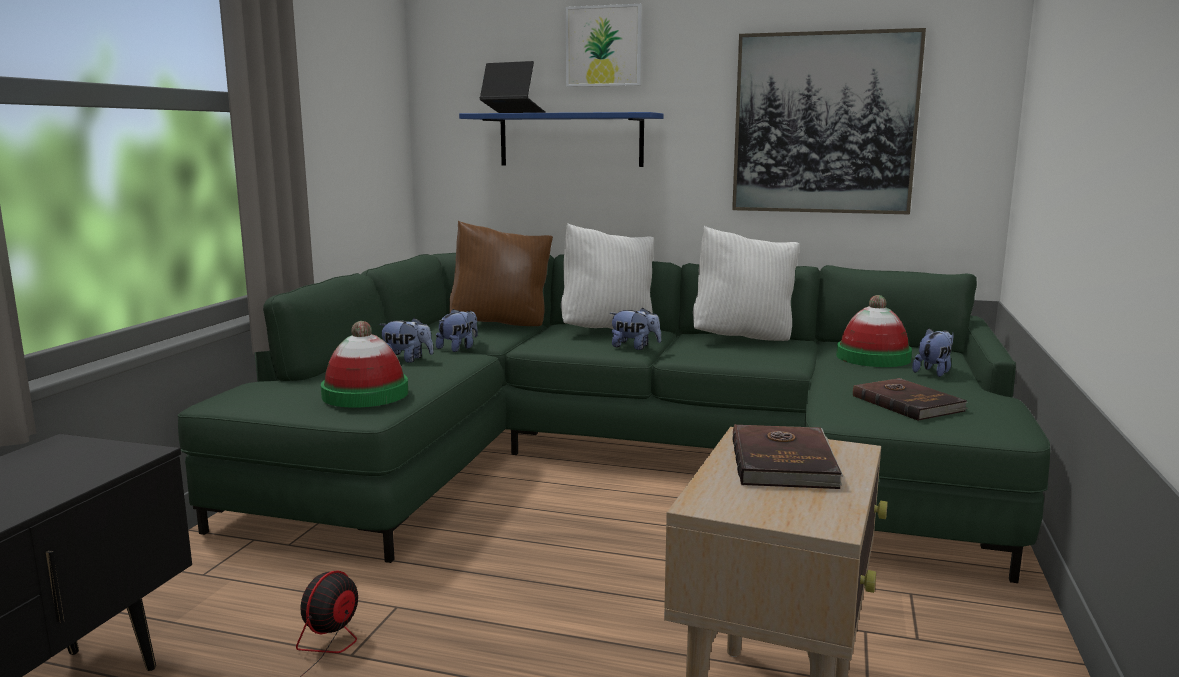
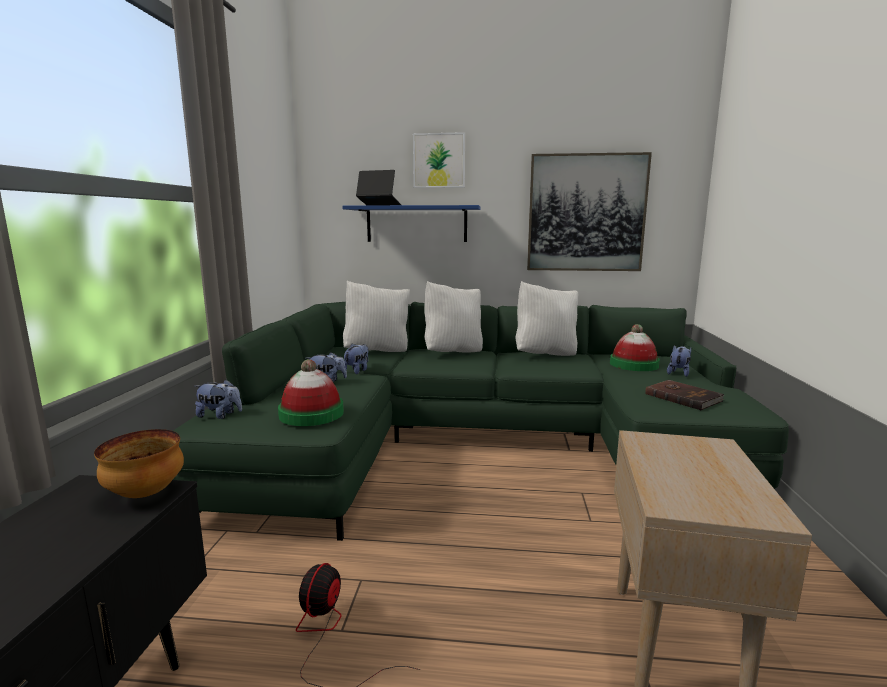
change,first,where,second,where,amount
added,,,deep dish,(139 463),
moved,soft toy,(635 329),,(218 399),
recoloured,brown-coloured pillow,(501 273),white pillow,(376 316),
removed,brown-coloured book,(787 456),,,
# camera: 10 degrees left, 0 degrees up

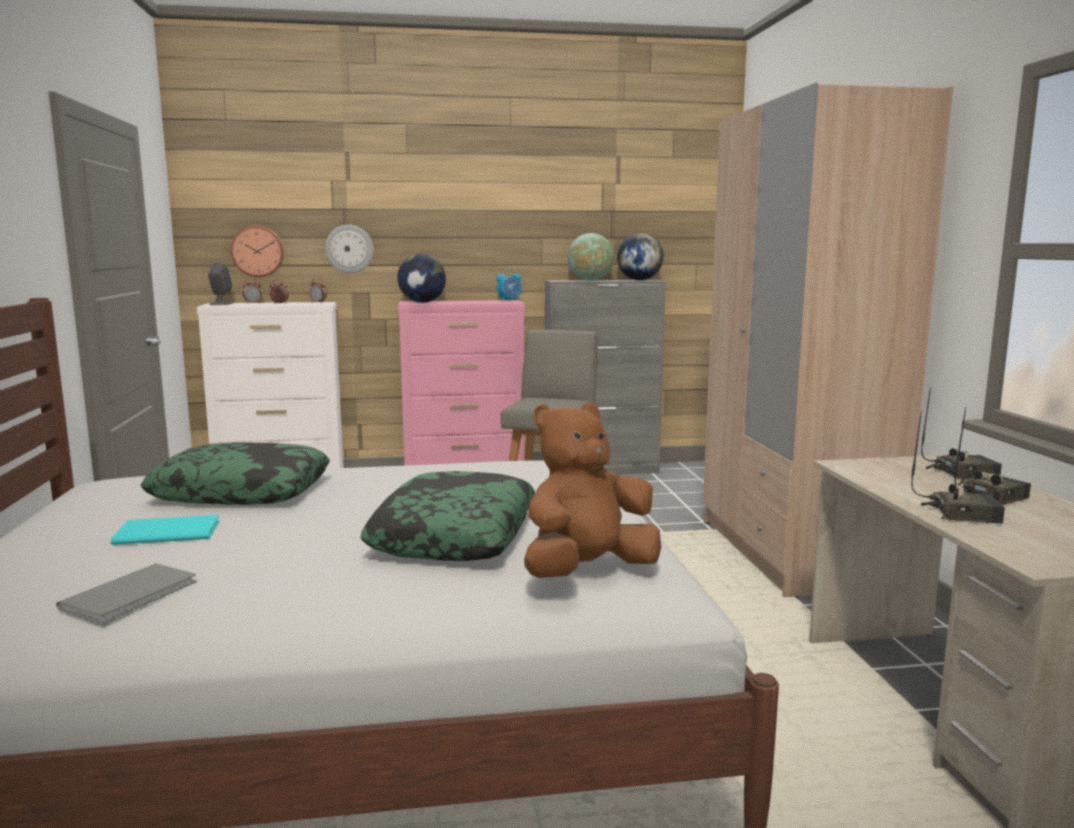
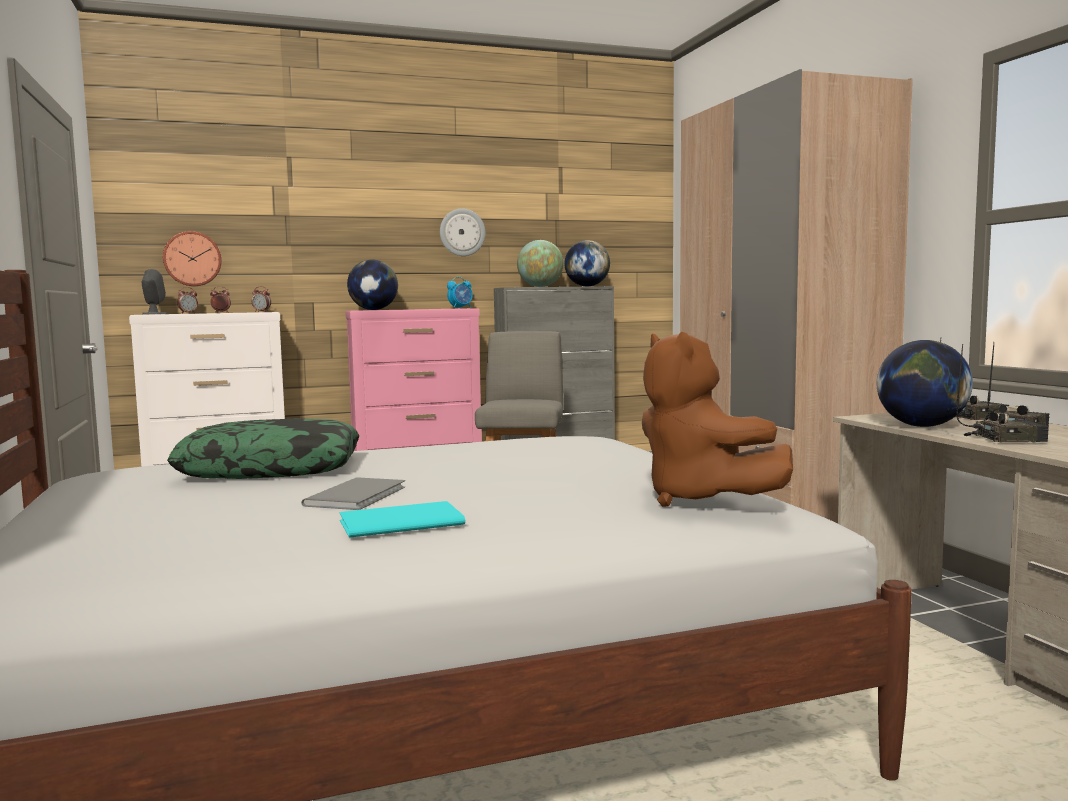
change,first,where,second,where,amount
moved,gray book,(126 593),,(353 493),
moved,turquoise book,(165 530),,(402 519),
moved,wall clock,(349 249),,(462 232),
turned,brown-coloured soft toy,(592 490),,(717 419),75 degrees counterclockwise
added,,,globe,(925 383),
removed,pillow,(447 516),,,
# camera: 10 degrees left, 5 degrees down

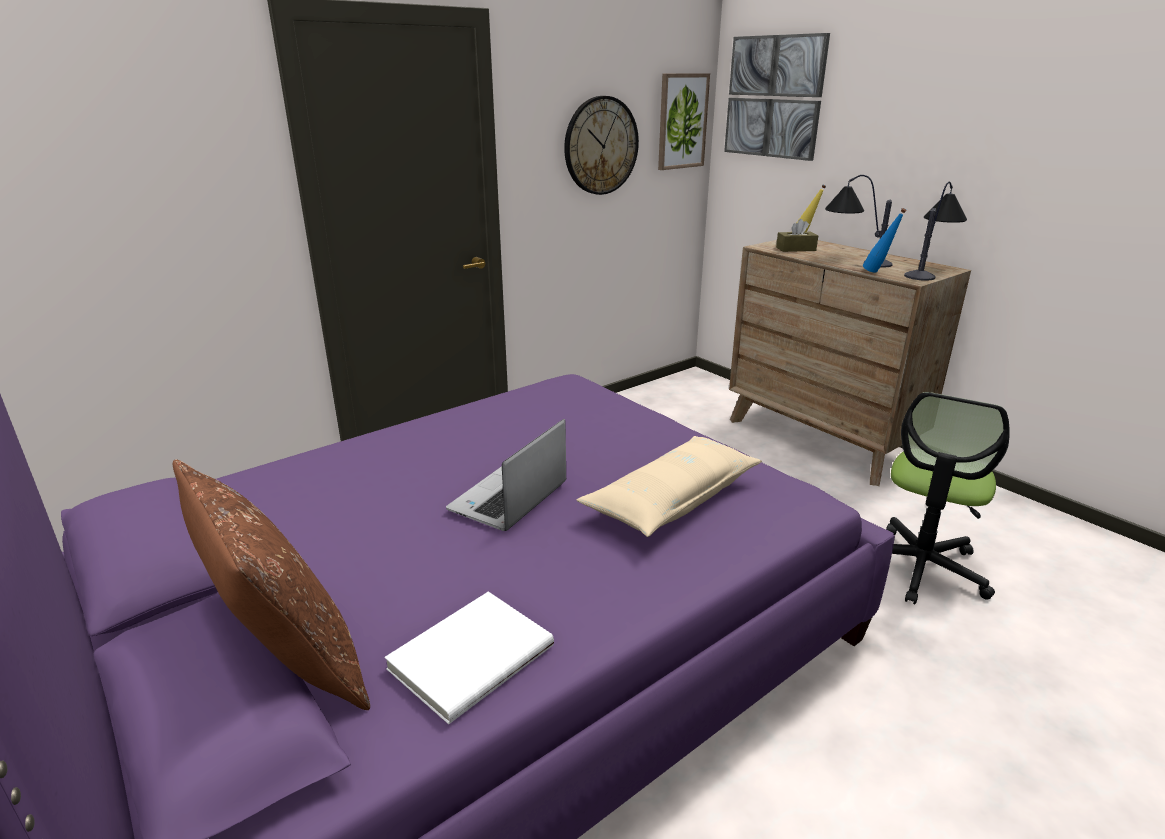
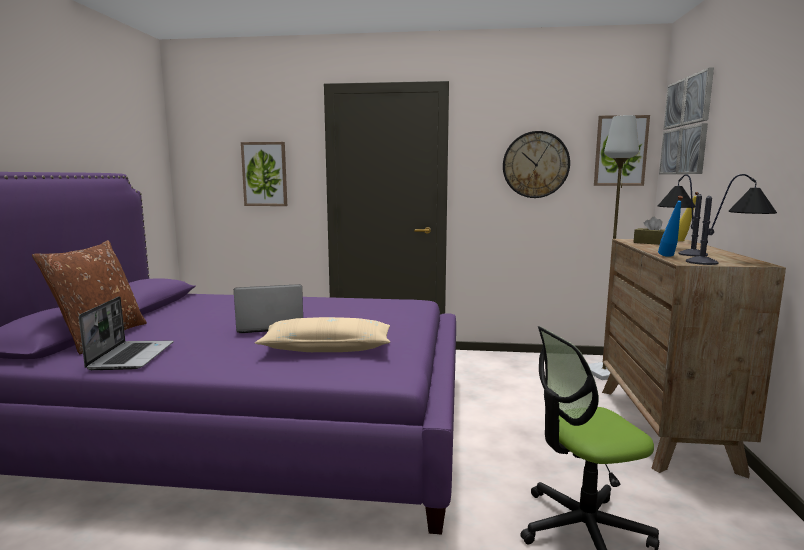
change,first,where,second,where,amount
replaced,white book,(469 657),laptop,(126 333),
added,,,wall art,(264 174),
added,,,gray floor lamp,(613 247),
# camera: 45 degrees right, 15 degrees down

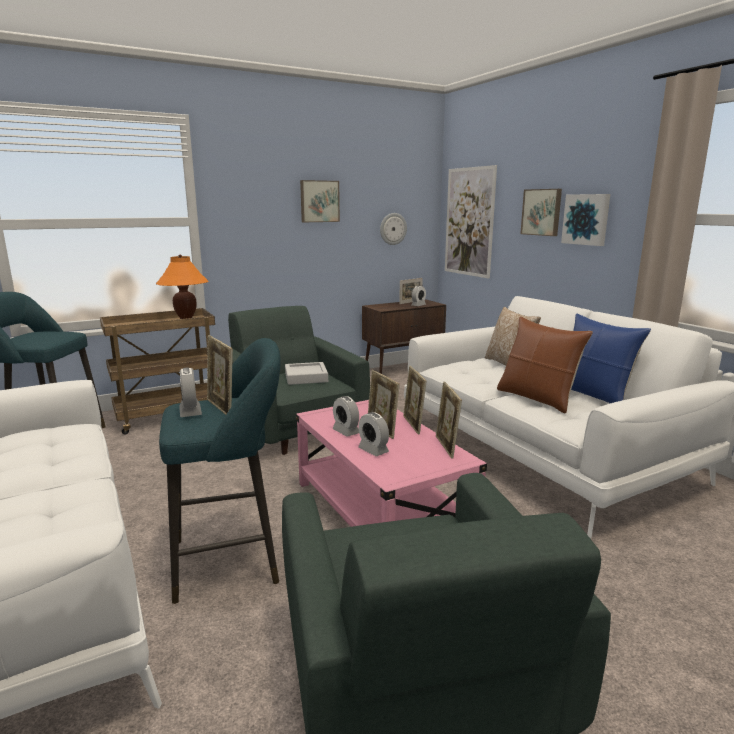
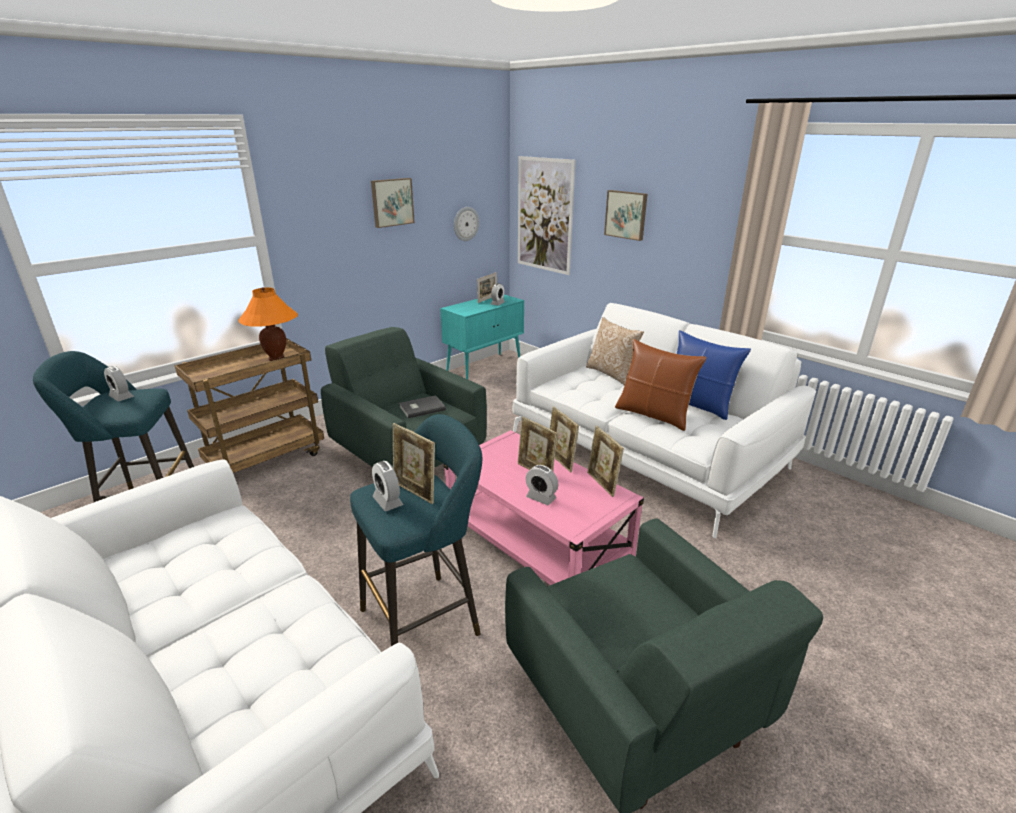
change,first,where,second,where,amount
moved,alarm clock,(345 416),,(119 383),
replaced,gray carrying tray,(306 373),gray book,(422 406),
recoloured,brown-coloured storage cabinet,(404 336),turquoise storage cabinet,(482 337),
removed,wall art,(585 220),,,
# camera: 15 degrees left, 10 degrees up

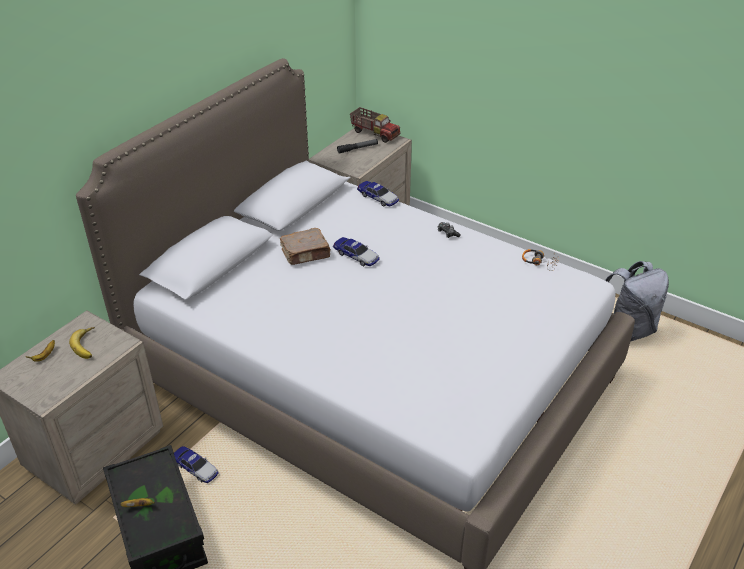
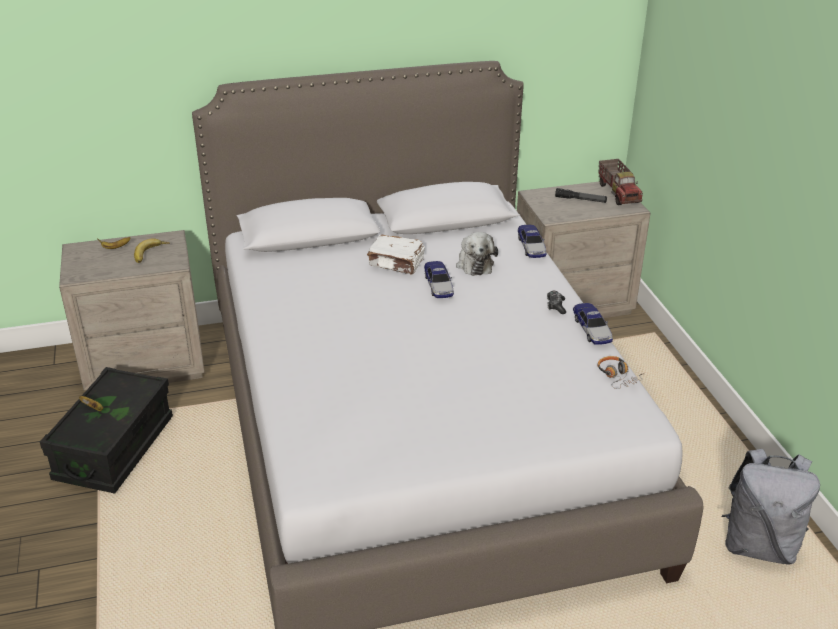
change,first,where,second,where,amount
recoloured,brown-coloured book,(305 246),white book,(396 255),
added,,,soft toy,(477 254),
moved,toy car,(196 464),,(593 324),
# camera: 40 degrees right, 5 degrees down

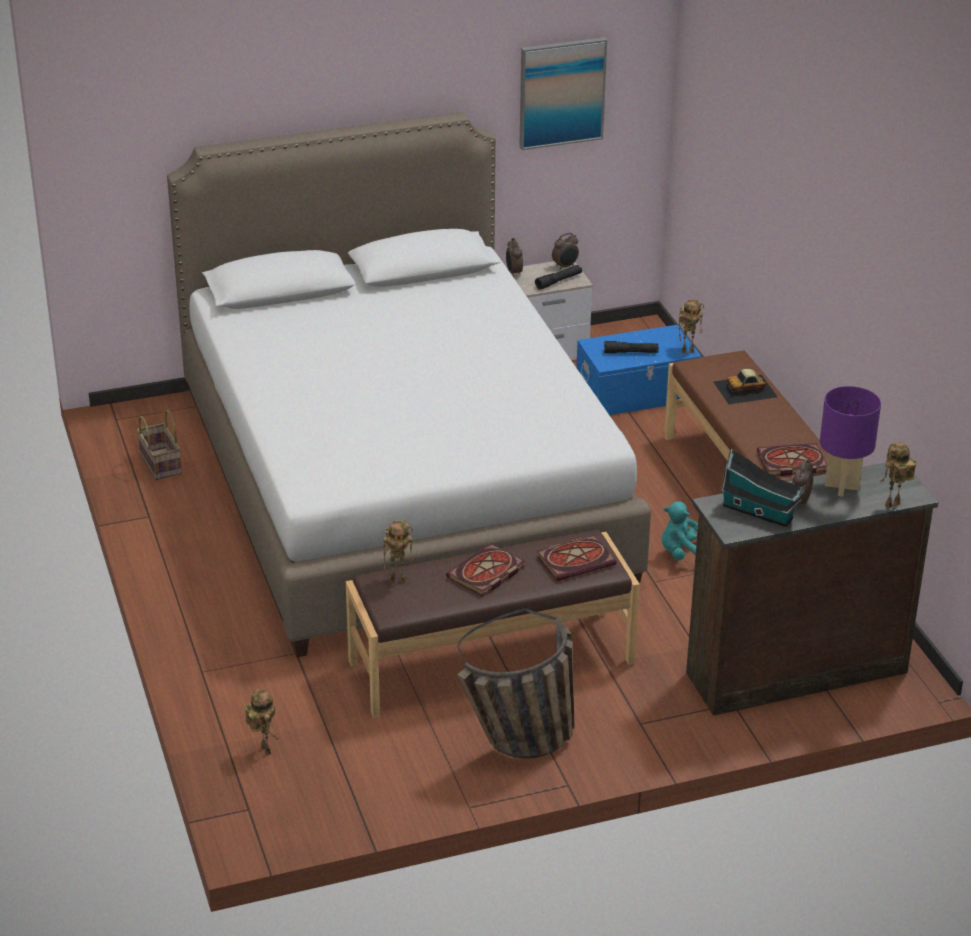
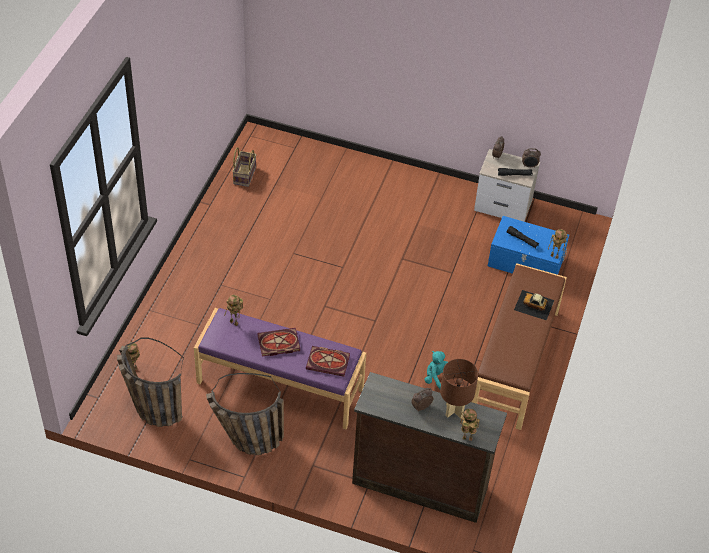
change,first,where,second,where,amount
added,,,storage basket,(150 382),
recoloured,brown-coloured bench,(493 624),purplish bench,(280 368),
recoloured,purplish table lamp,(850 441),brown-coloured table lamp,(459 389),
removed,white bed,(409 384),,,
removed,wall art,(563 93),,,
removed,model house,(762 488),,,
removed,book,(792 459),,,
# camera: 35 degrees right, 15 degrees up

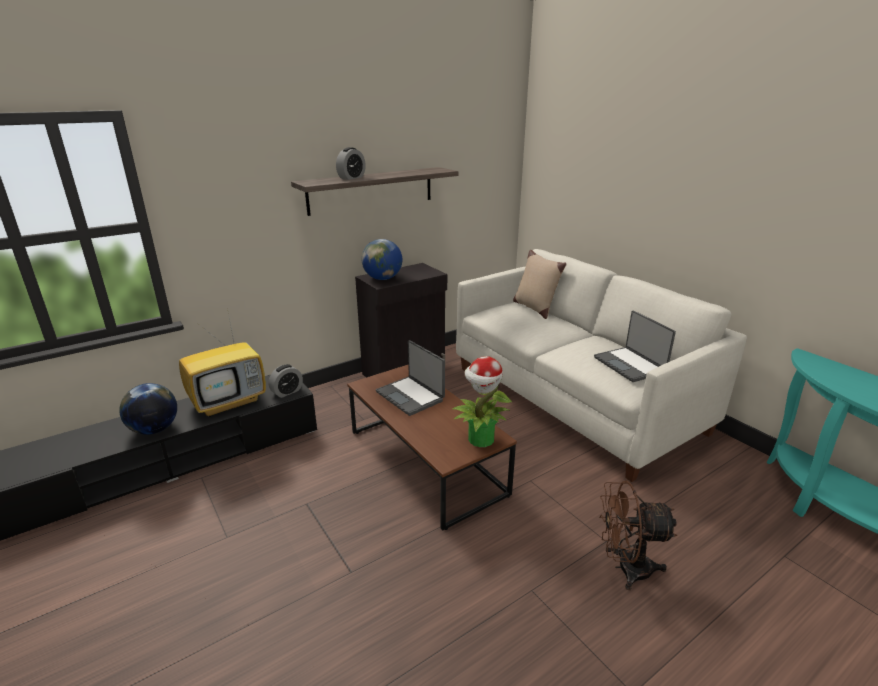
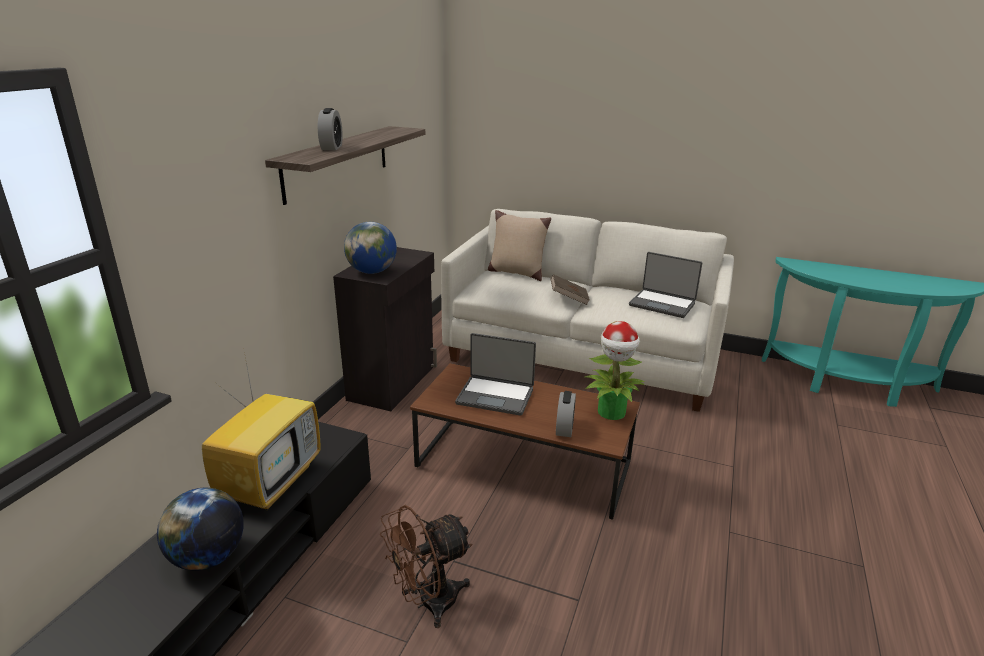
change,first,where,second,where,amount
moved,brown-coloured fan,(638 535),,(426 566),
added,,,brown-coloured book,(570 289),
moved,alarm clock,(285 381),,(566 414),
# camera: 35 degrees left, 0 degrees up

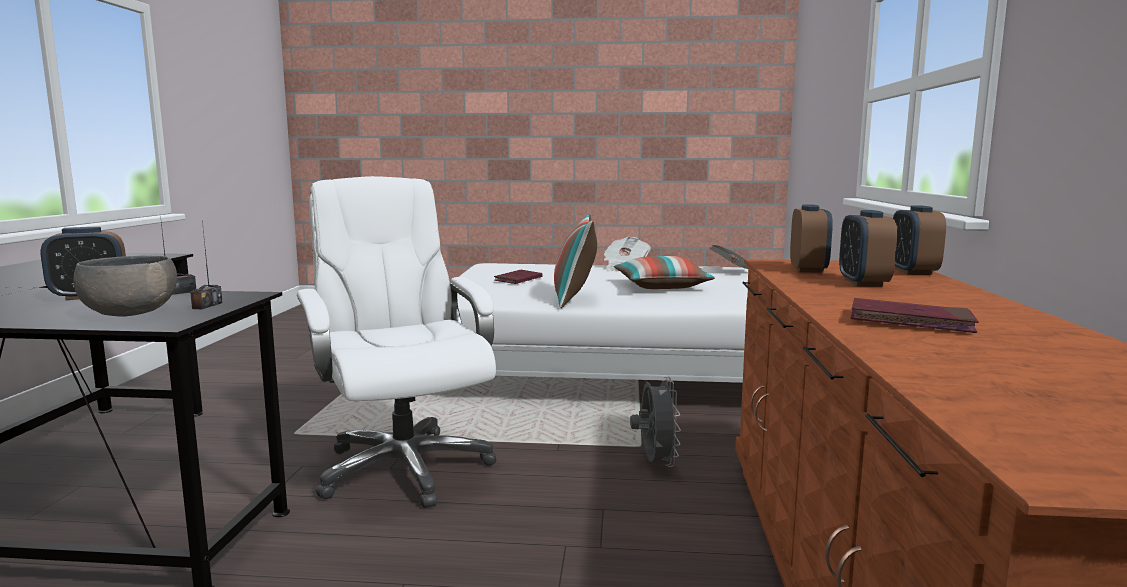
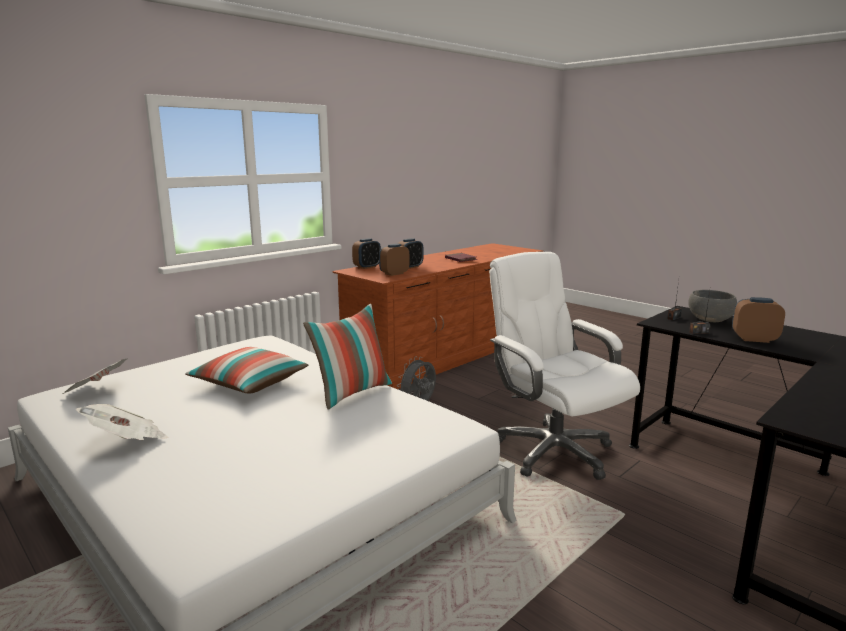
change,first,where,second,where,amount
turned,white office chair,(397 342),,(564 366),135 degrees clockwise
removed,red book,(518 277),,,
# camera: 140 degrees left, 5 degrees up

